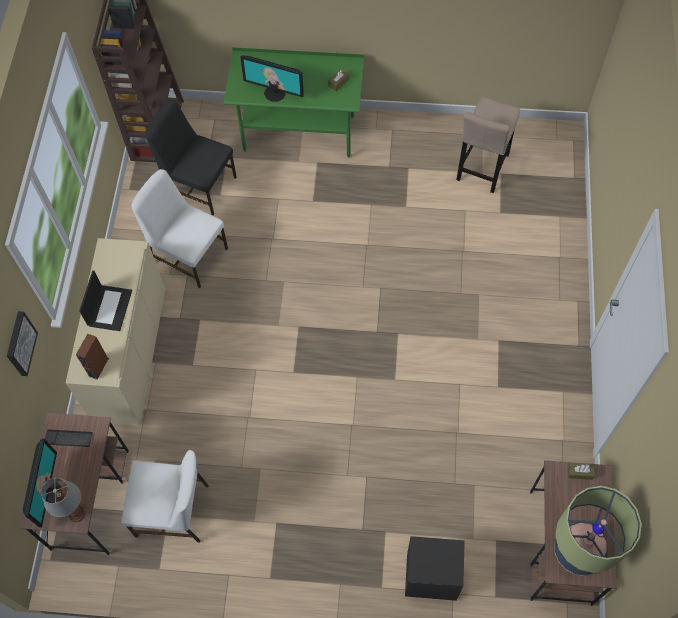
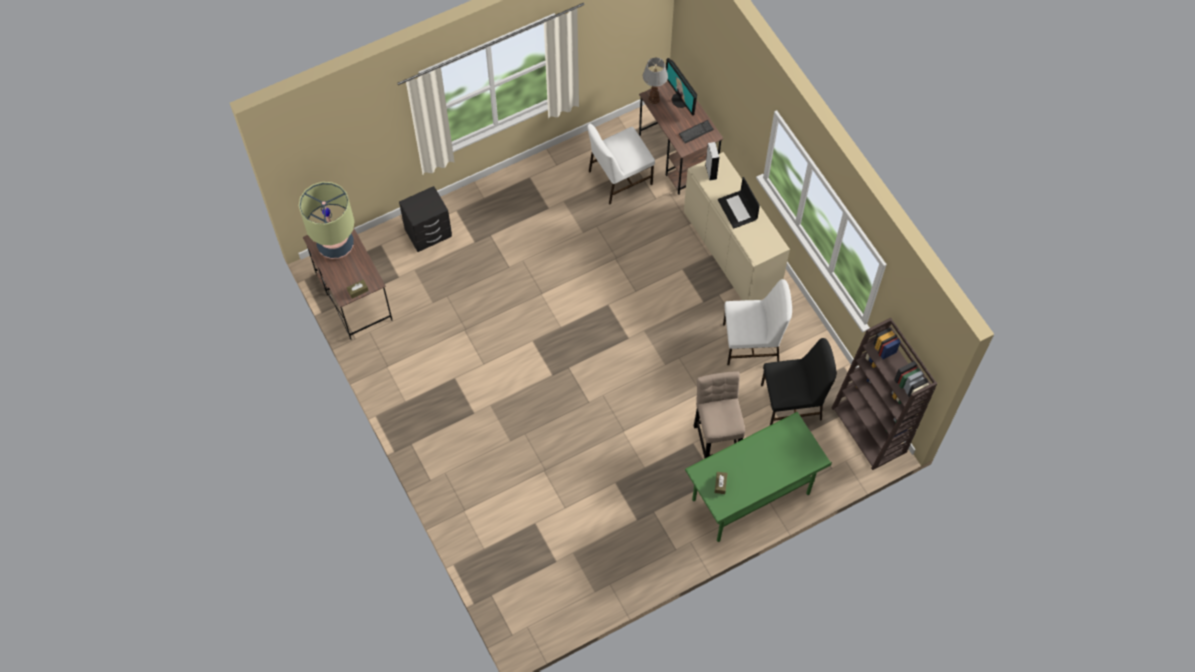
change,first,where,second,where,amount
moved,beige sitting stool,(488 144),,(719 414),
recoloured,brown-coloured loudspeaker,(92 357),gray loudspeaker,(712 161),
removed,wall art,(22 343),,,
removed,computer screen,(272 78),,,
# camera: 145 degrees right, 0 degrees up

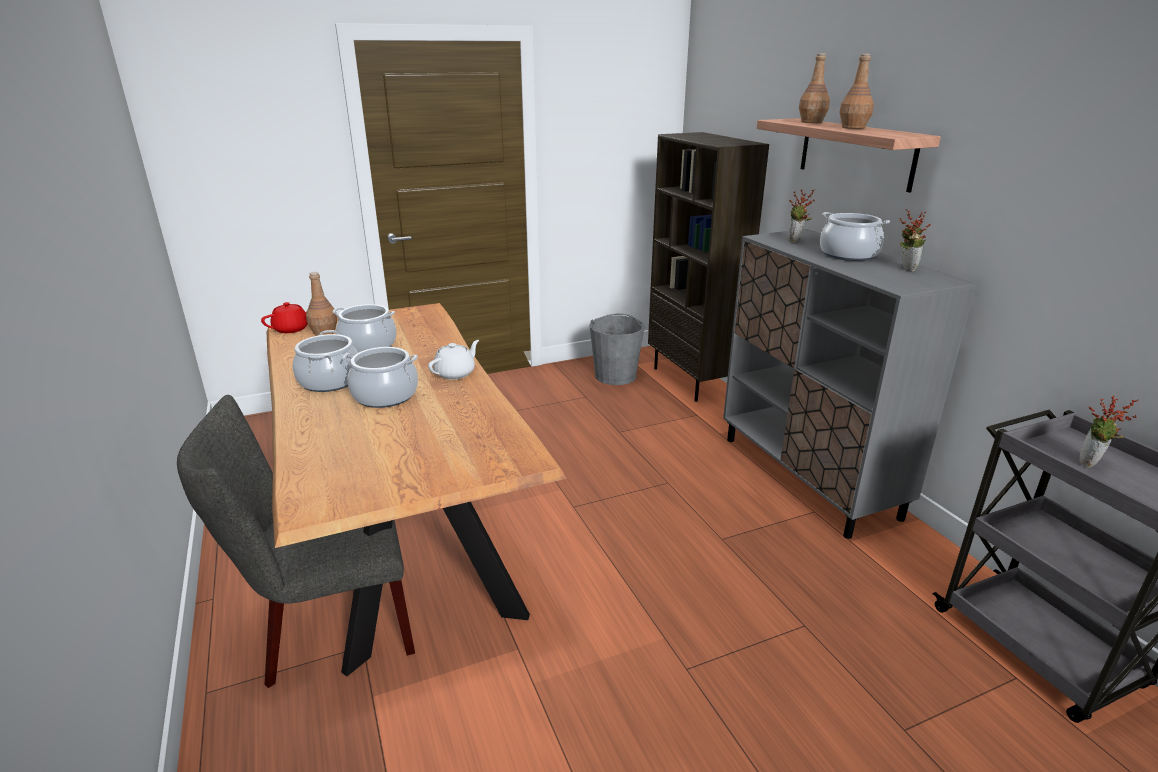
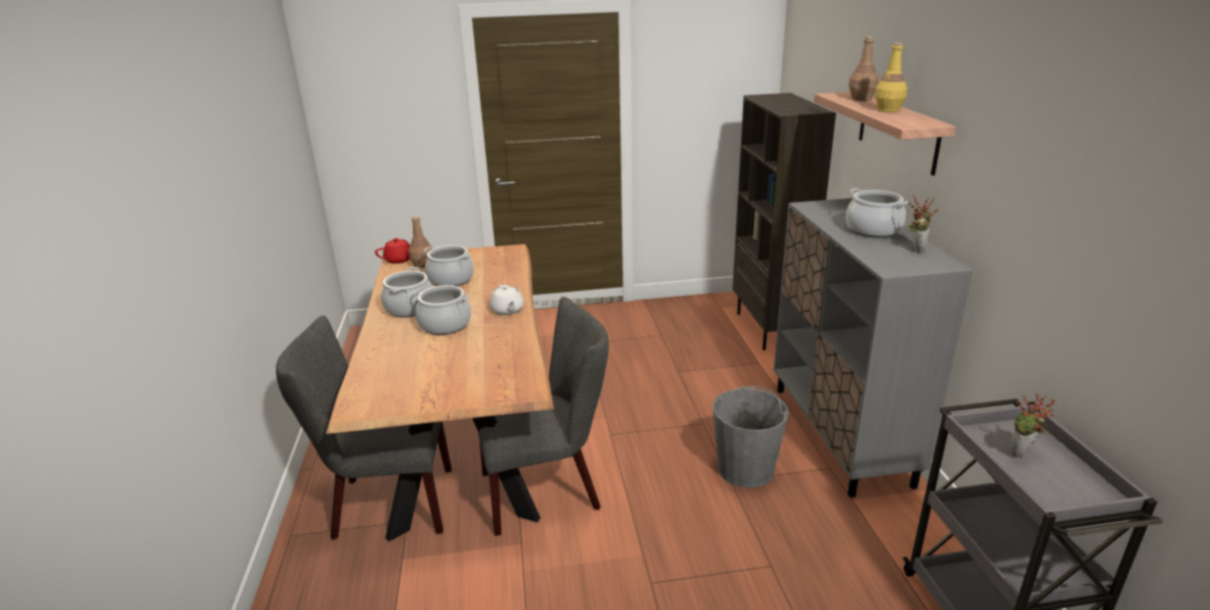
change,first,where,second,where,amount
added,,,gray chair,(543 416),
turned,white tea pot,(453 360),,(506 300),105 degrees clockwise
moved,gray bucket,(617 349),,(751 437),
recoloured,brown-coloured bottle,(856 91),yellowish bottle,(891 77),
removed,houseplant,(802 216),,,
# camera: 15 degrees right, 0 degrees up

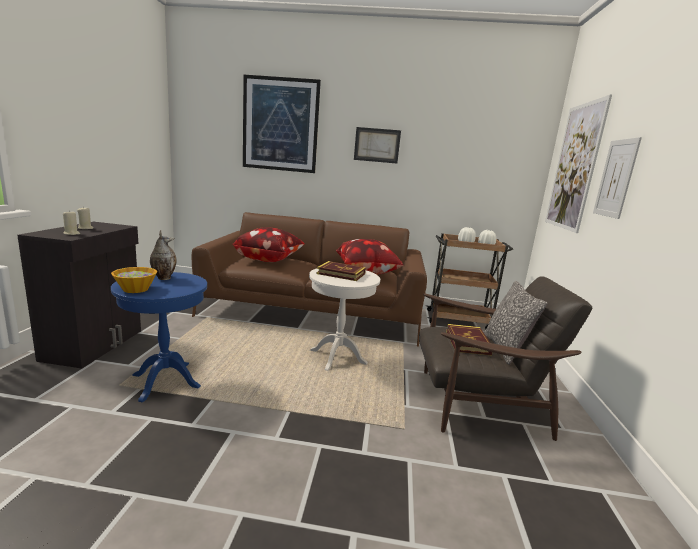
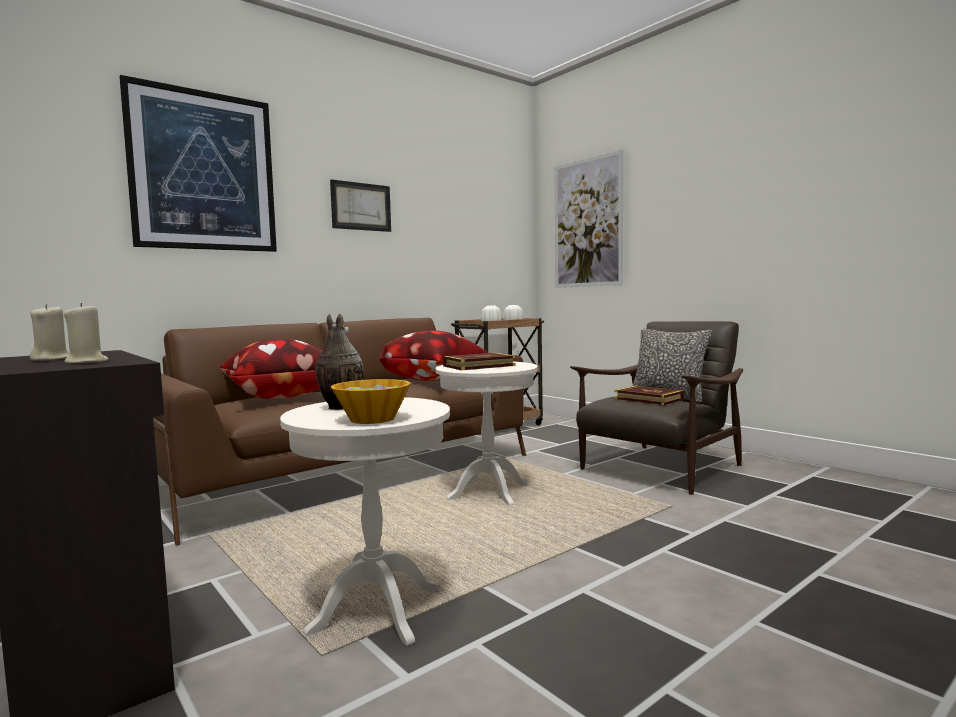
change,first,where,second,where,amount
recoloured,blue-coloured end table,(159 337),white end table,(365 521),
removed,wall art,(617 178),,,
# camera: 45 degrees left, 10 degrees down

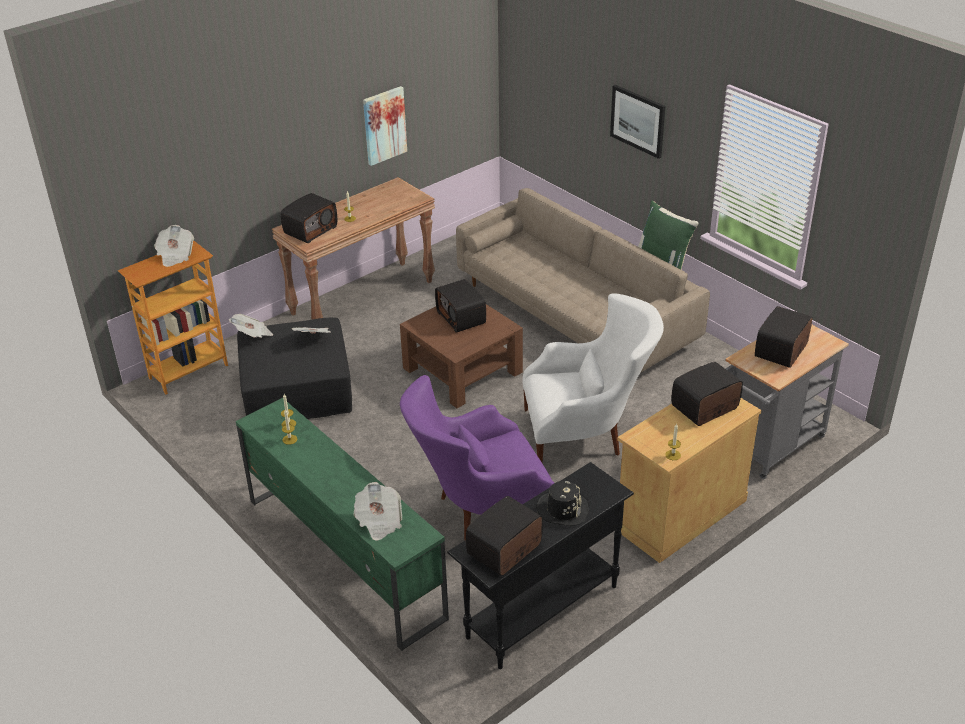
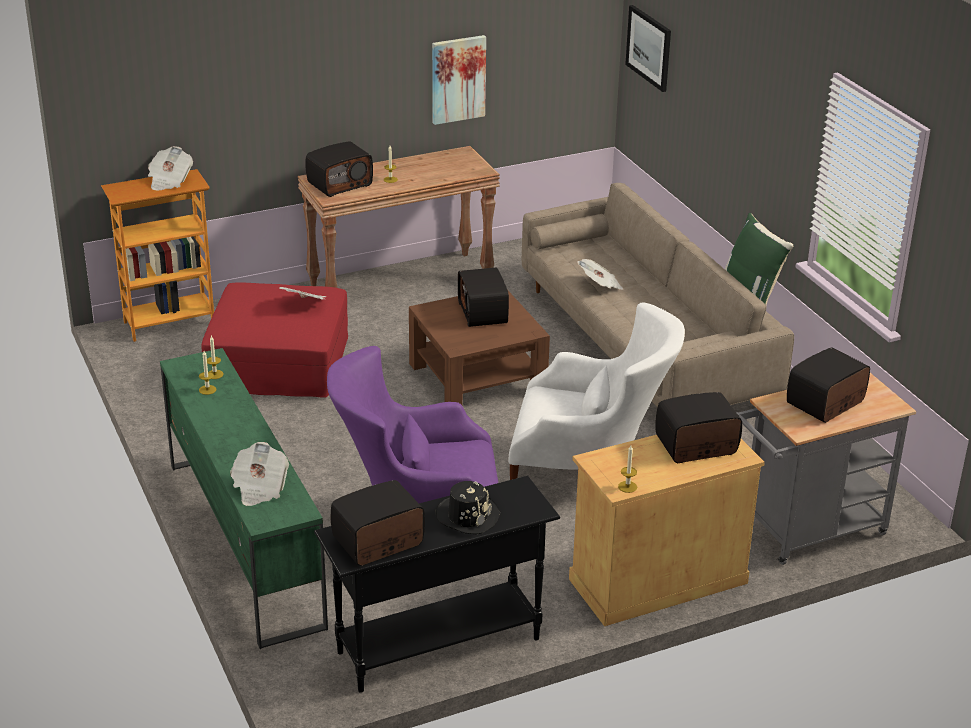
change,first,where,second,where,amount
recoloured,blackish footrest,(294 368),red footrest,(275 340),
moved,daily paper,(251 326),,(600 274),
moved,wall art,(637 122),,(648 48),
# camera: 15 degrees right, 5 degrees down

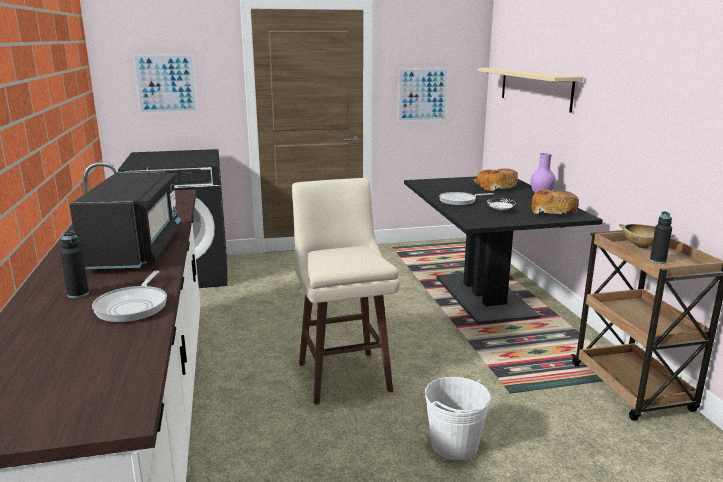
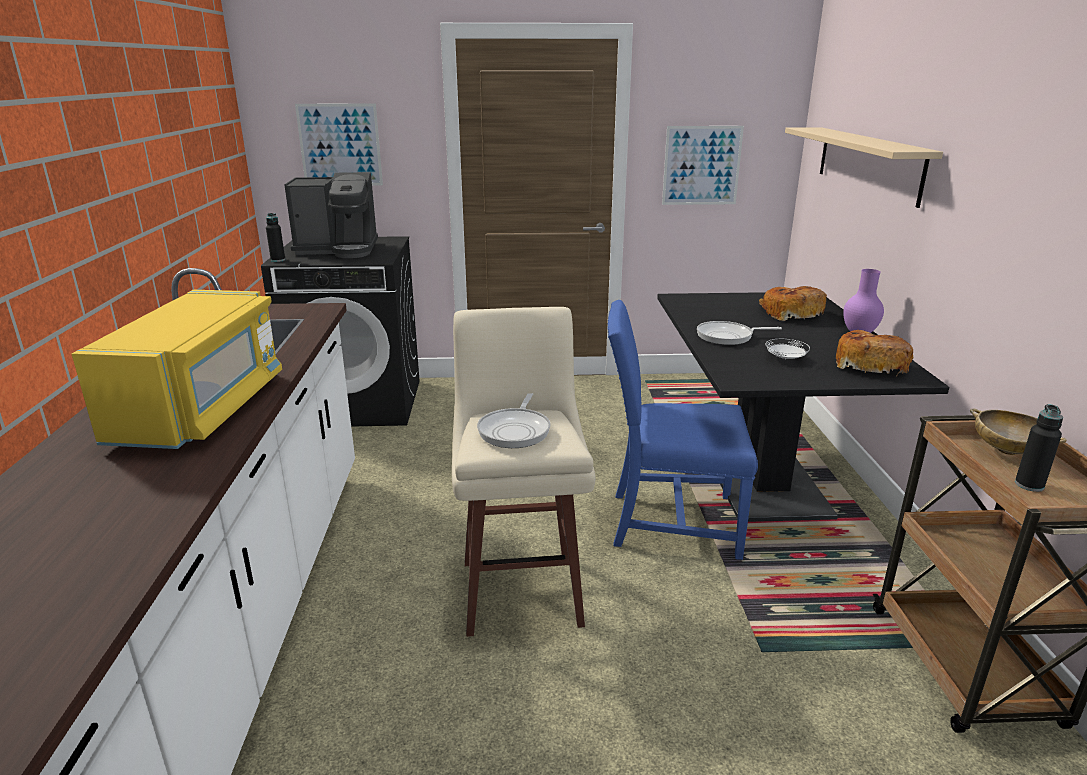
change,first,where,second,where,amount
recoloured,blackish microwave,(125 220),yellowish microwave,(177 369),
moved,blackish bottle,(74 264),,(275 237),
added,,,coffee machine,(331 215),
moved,frying pan,(129 296),,(514 420),
added,,,blue-coloured chair,(683 430),
removed,white bucket,(458 418),,,
# camera: 10 degrees right, 5 degrees up

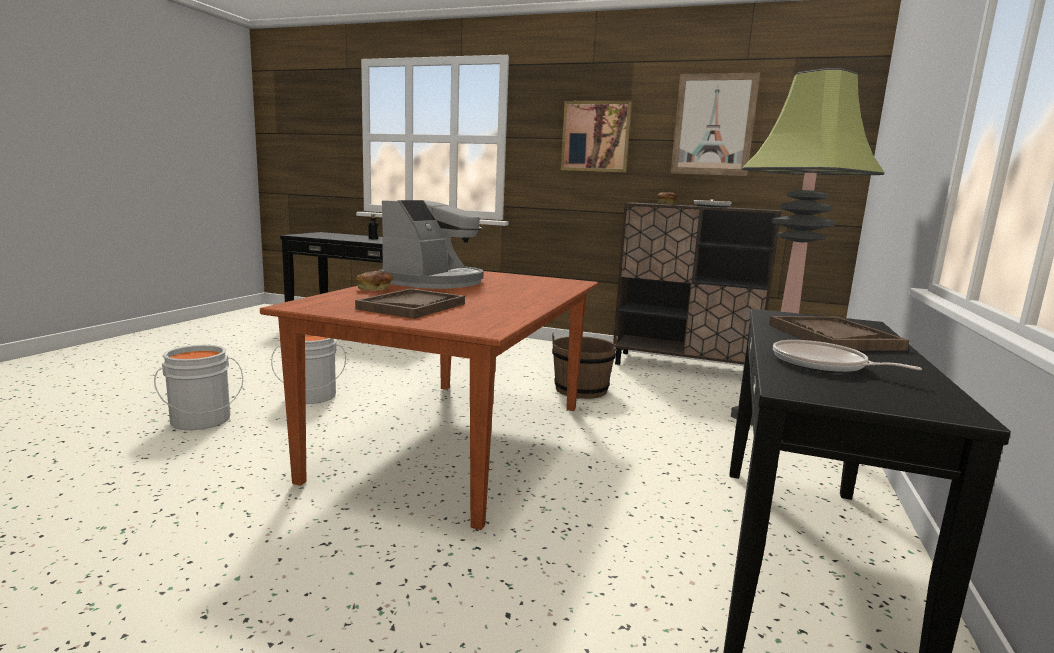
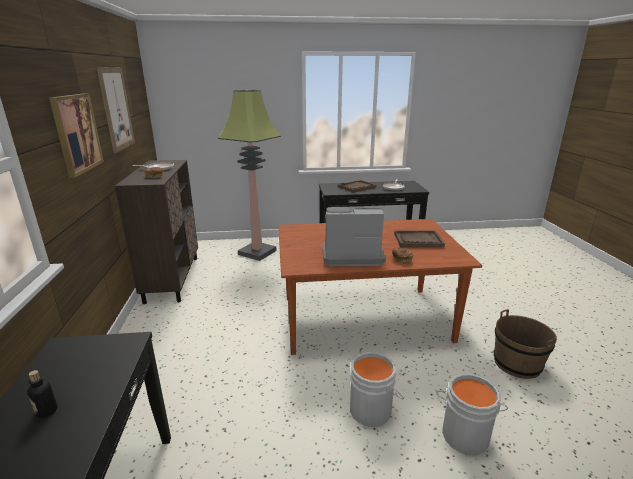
change,first,where,second,where,amount
moved,brown-coloured bucket,(585 366),,(525 344),
# camera: 115 degrees left, 10 degrees up

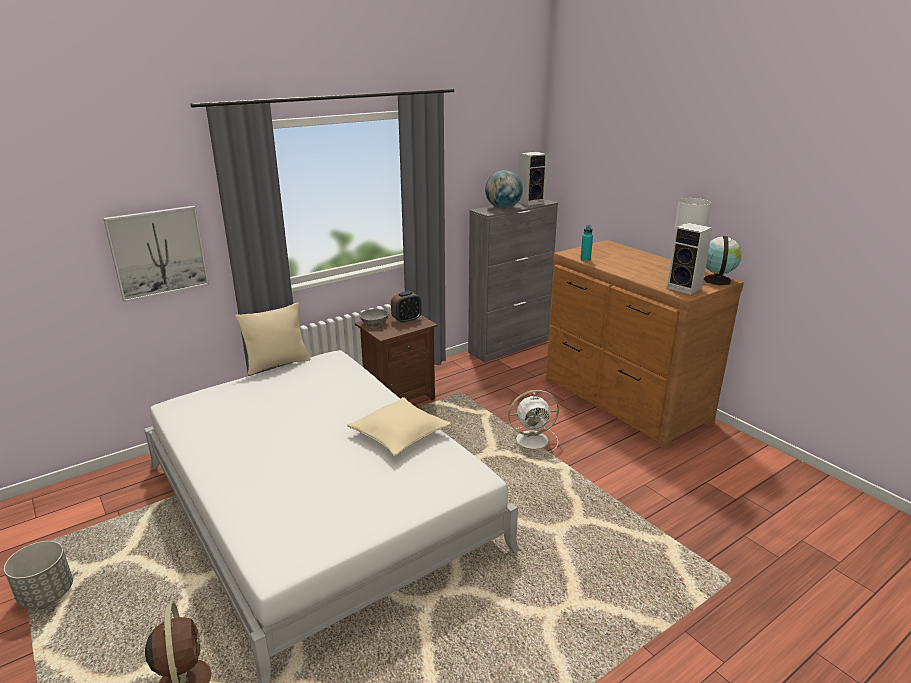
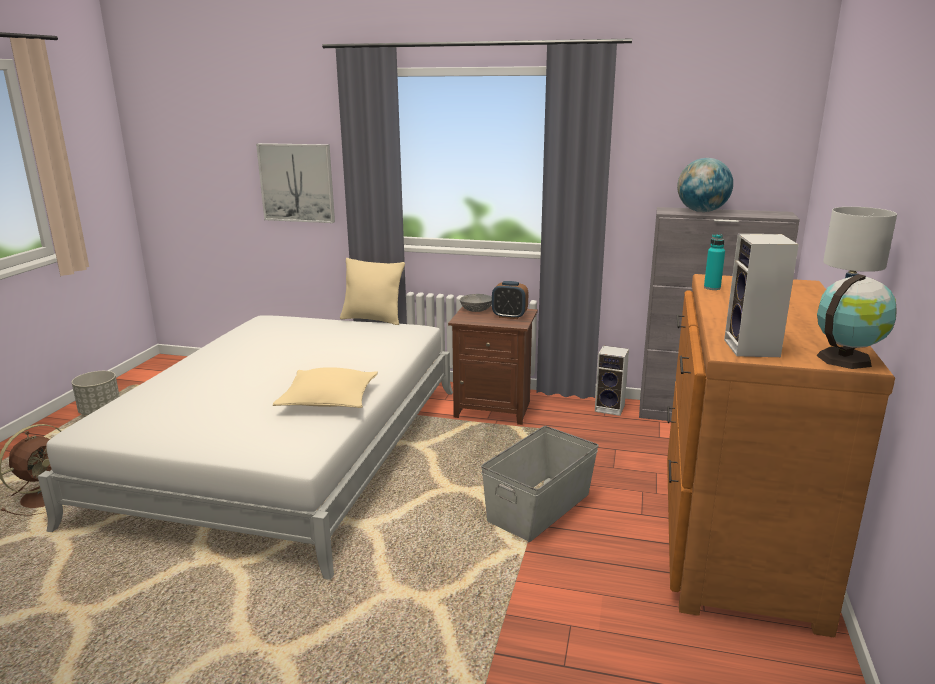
change,first,where,second,where,amount
replaced,white fan,(531 421),gray storage bin,(540 484),
moved,loudspeaker,(532 178),,(612 381),
# camera: 50 degrees right, 5 degrees down

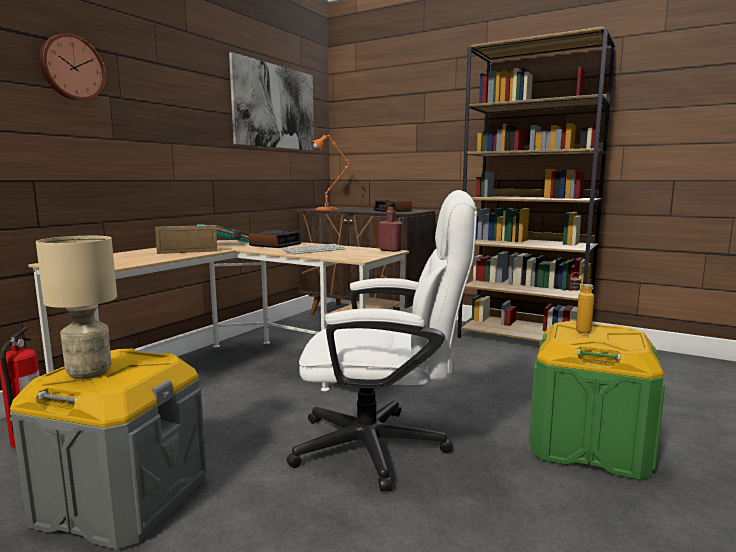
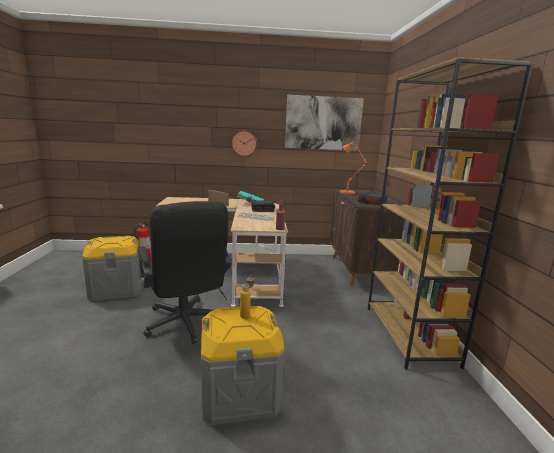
change,first,where,second,where,amount
recoloured,white office chair,(382 341),blackish office chair,(185 272),
recoloured,green-coloured storage bin,(597 400),gray storage bin,(243 365),
moved,wall clock,(72 67),,(244 143),
removed,beige table lamp,(76 307),,,
# camera: 55 degrees right, 5 degrees up

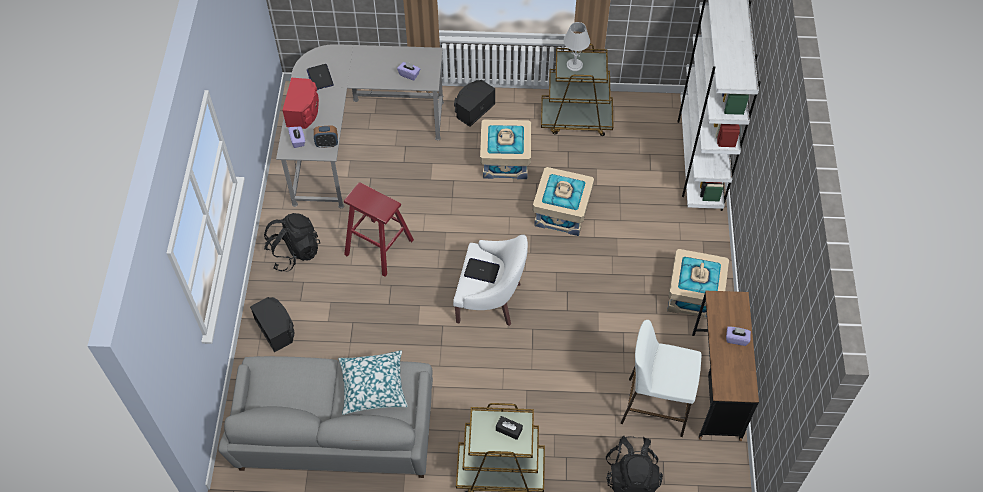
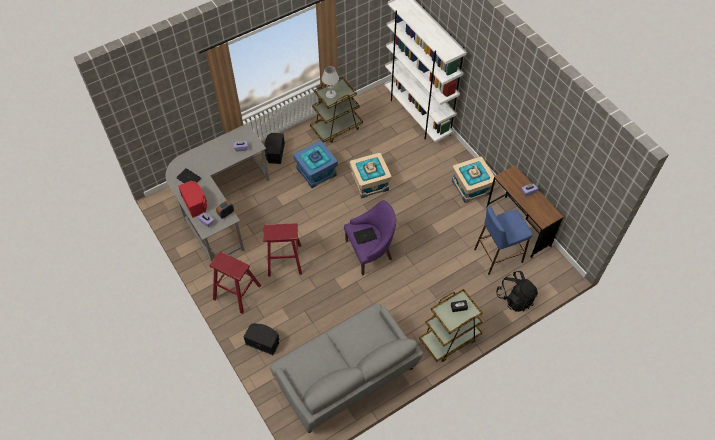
change,first,where,second,where,amount
replaced,blackish knapsack,(292 242),red sitting stool,(235 282),
recoloured,beige storage bin,(505 149),blue-coloured storage bin,(315 164),
recoloured,white easy chair,(490 280),purplish easy chair,(370 238),
recoloured,white sitting stool,(661 378),blue-coloured sitting stool,(503 240),
removed,pillow,(373 382),,,
# camera: 35 degrees left, 0 degrees up

